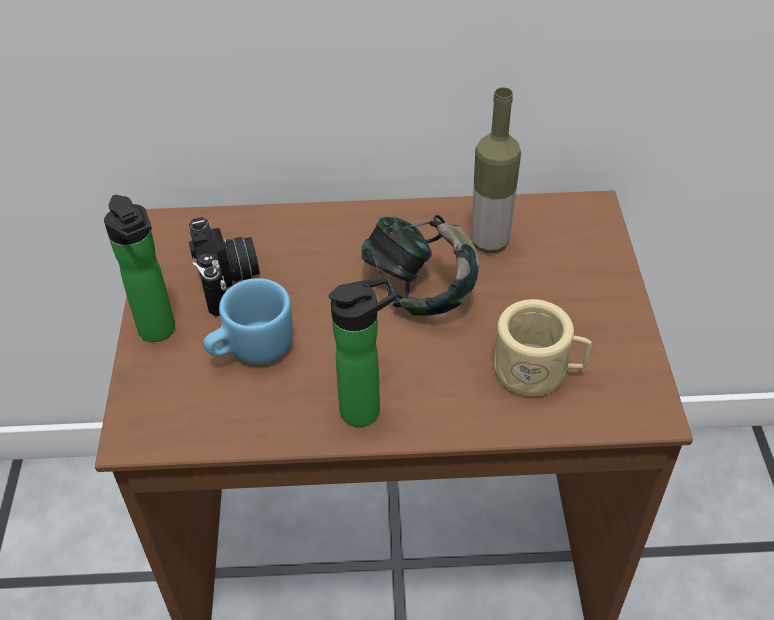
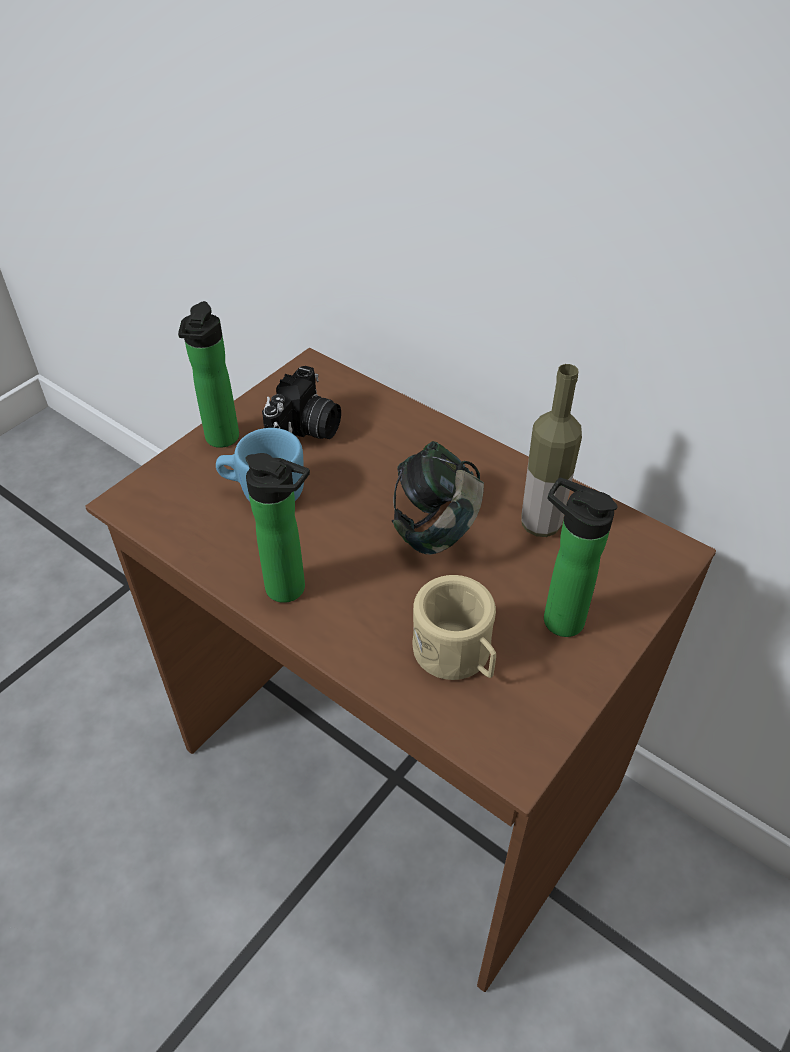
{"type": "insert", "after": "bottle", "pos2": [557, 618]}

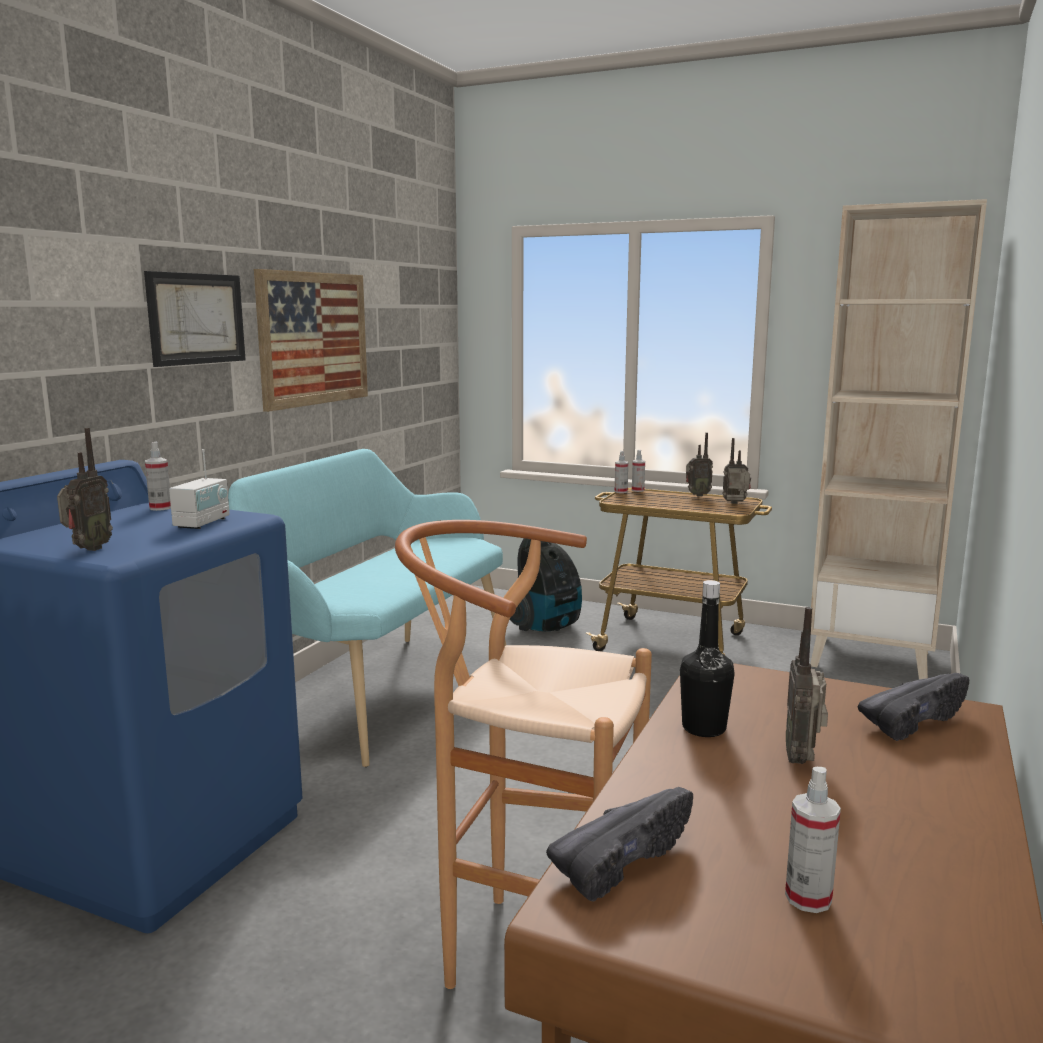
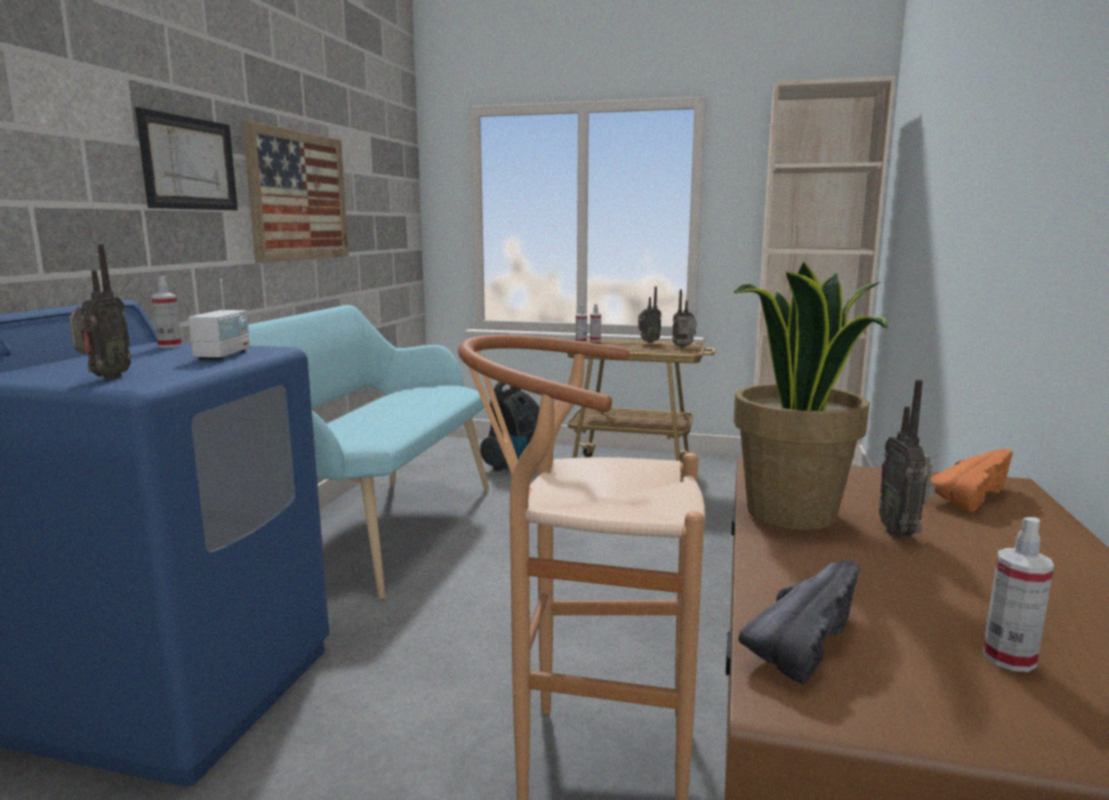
{"type": "replace", "before": "black bottle", "after": "potted plant", "pos1": [704, 728], "pos2": [792, 514]}
{"type": "recolor", "before": "black shoe", "after": "orange shoe", "pos1": [910, 720], "pos2": [967, 495]}

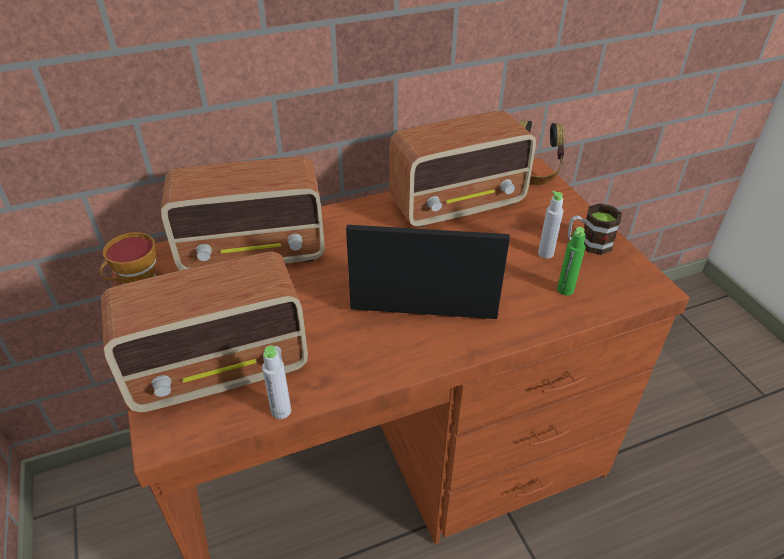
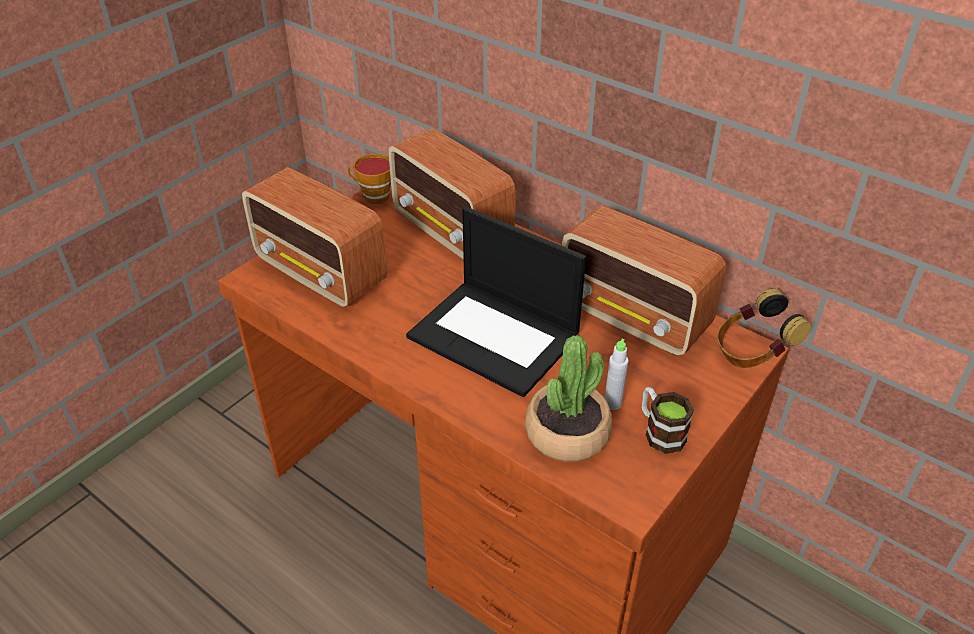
{"type": "rotate", "before": "laptop", "pos1": [423, 283], "pos2": [496, 337], "turn": 150}
{"type": "replace", "before": "green bottle", "after": "potted plant", "pos1": [565, 290], "pos2": [567, 433]}
{"type": "delete", "before": "grey bottle", "pos1": [281, 411]}

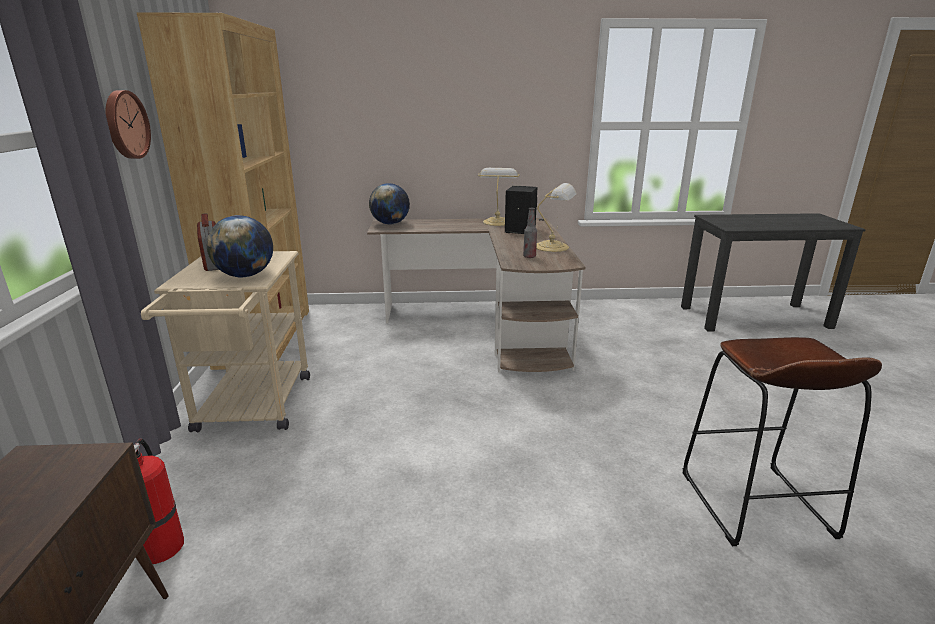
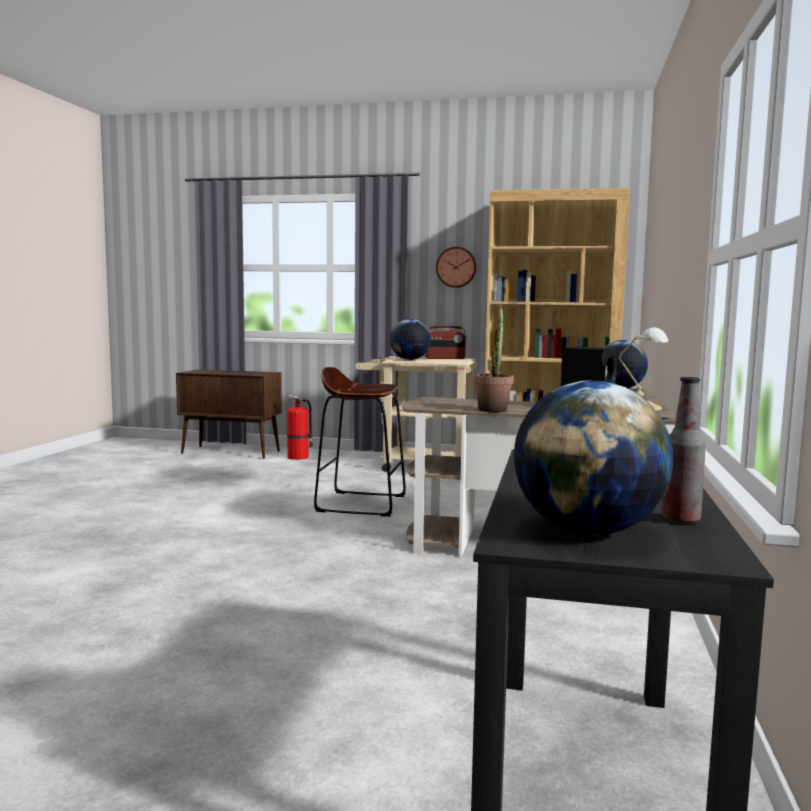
{"type": "replace", "before": "table lamp", "after": "potted plant", "pos1": [553, 247], "pos2": [493, 409]}
{"type": "move", "before": "bottle", "pos1": [529, 256], "pos2": [680, 520]}
{"type": "move", "before": "brown stool", "pos1": [754, 504], "pos2": [361, 503]}
{"type": "insert", "after": "globe", "pos2": [588, 531]}

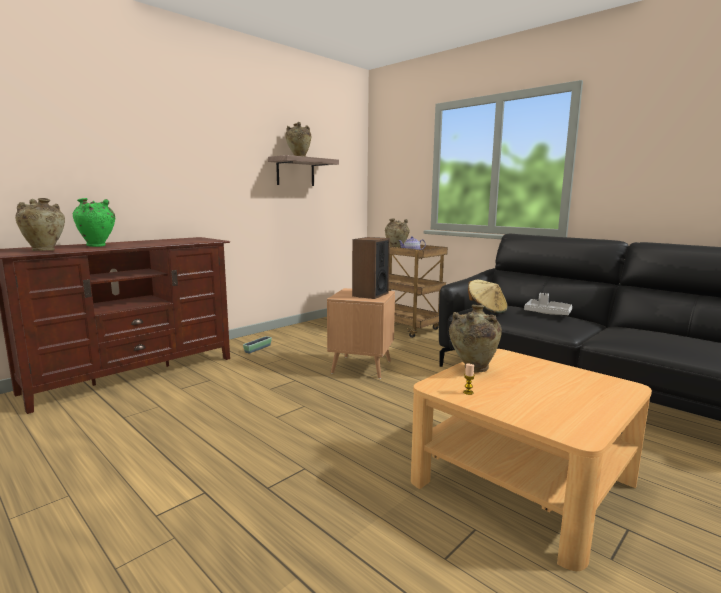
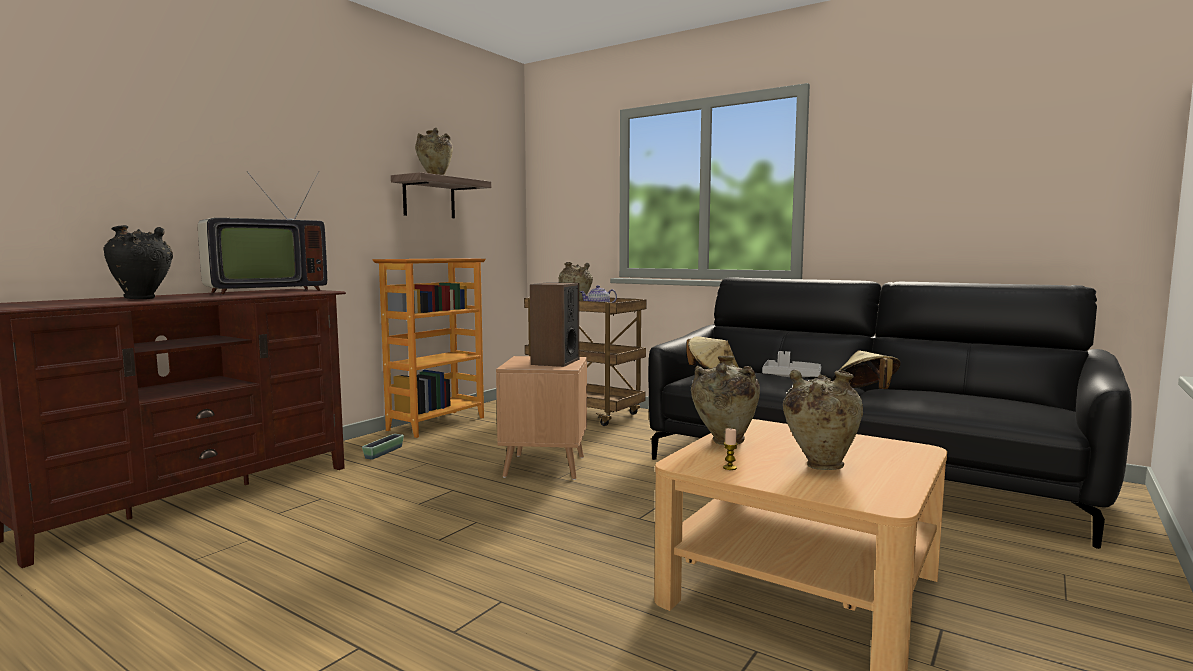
{"type": "move", "before": "beige vase", "pos1": [45, 251], "pos2": [820, 465]}
{"type": "recolor", "before": "green vase", "after": "black vase", "pos1": [97, 246], "pos2": [142, 298]}
{"type": "insert", "after": "television", "pos2": [263, 291]}
{"type": "insert", "after": "bookcase", "pos2": [436, 423]}
{"type": "insert", "after": "beige hat", "pos2": [865, 393]}

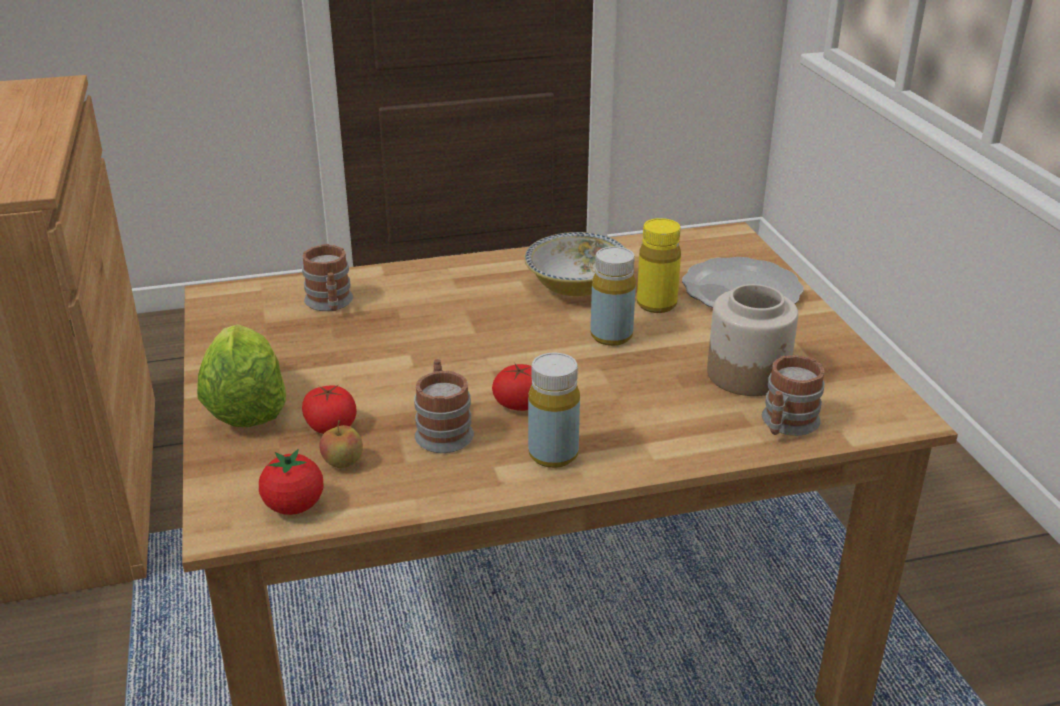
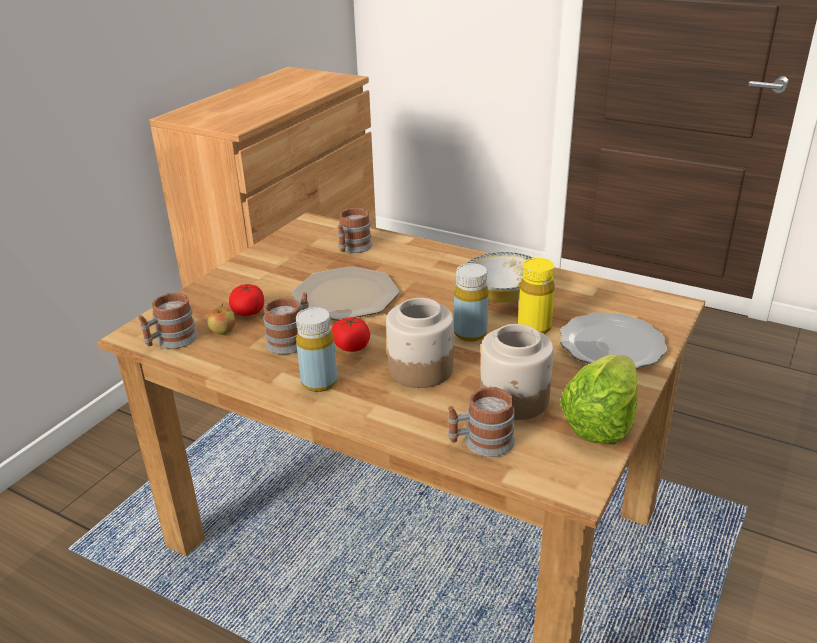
{"type": "move", "before": "lettuce", "pos1": [246, 406], "pos2": [601, 422]}
{"type": "replace", "before": "tomato", "after": "mug", "pos1": [294, 506], "pos2": [171, 341]}
{"type": "insert", "after": "plate", "pos2": [345, 295]}
{"type": "insert", "after": "jar", "pos2": [420, 369]}

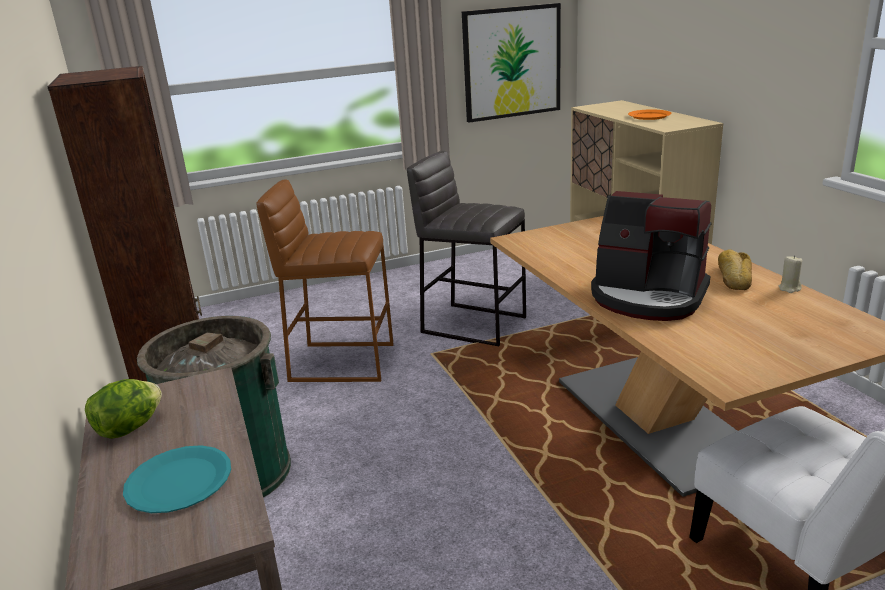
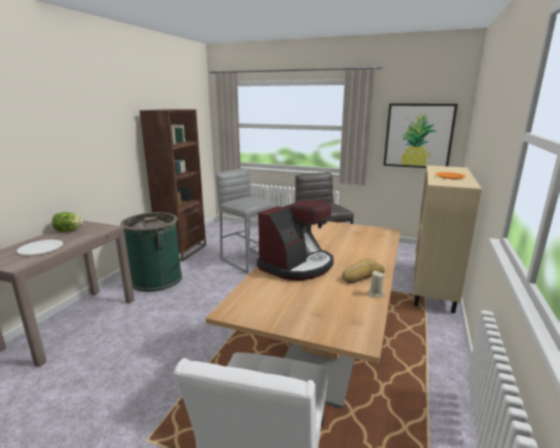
{"type": "recolor", "before": "brown stool", "after": "grey stool", "pos1": [341, 361], "pos2": [248, 260]}
{"type": "rotate", "before": "coffee machine", "pos1": [648, 297], "pos2": [297, 265], "turn": -120}
{"type": "recolor", "before": "turquoise plate", "after": "white plate", "pos1": [179, 481], "pos2": [40, 248]}

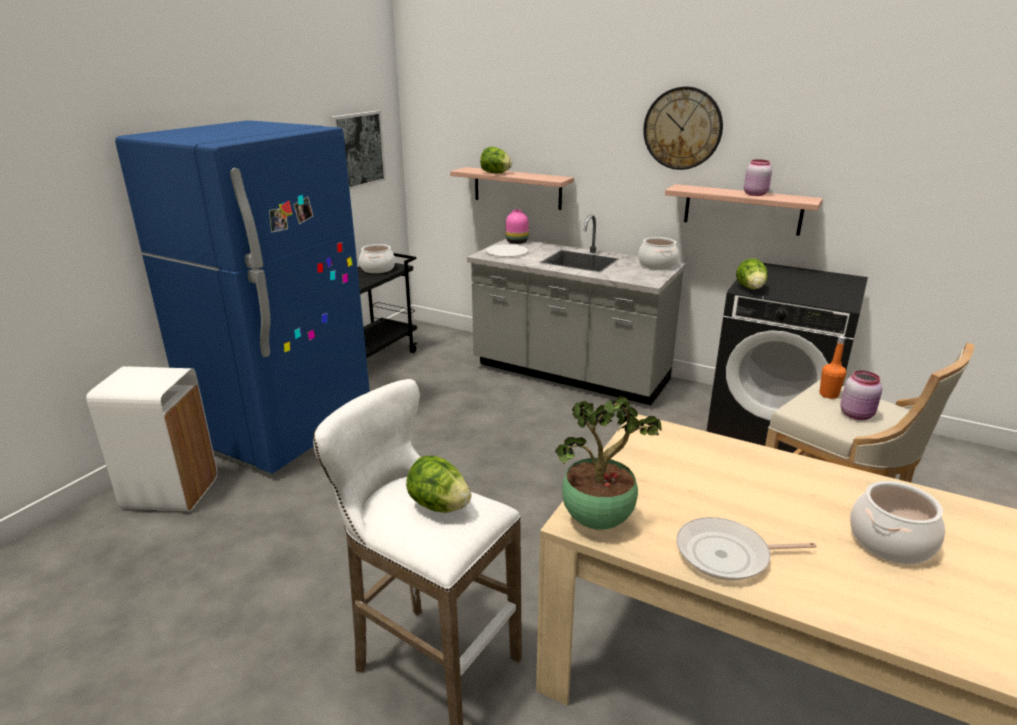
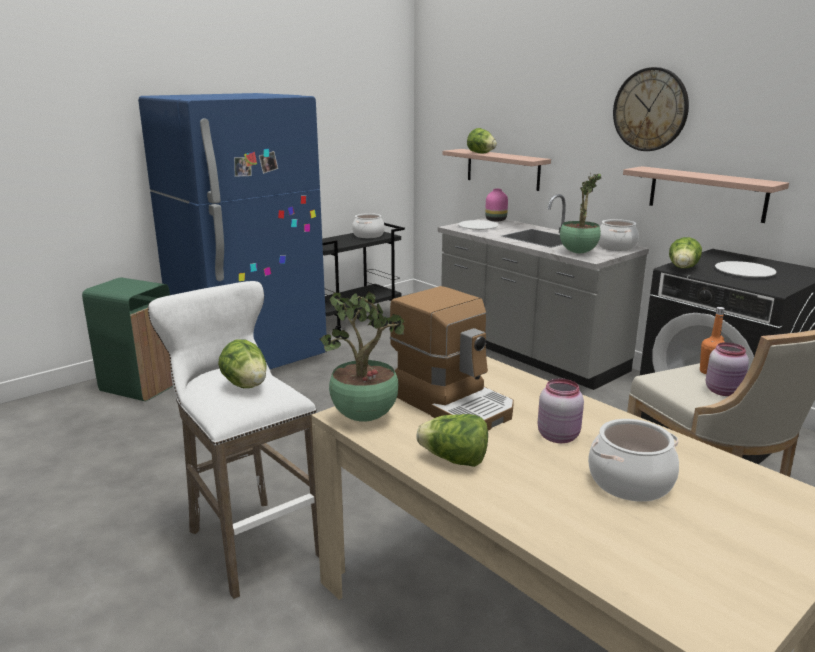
{"type": "delete", "before": "picture", "pos1": [357, 150]}
{"type": "move", "before": "pink jar", "pos1": [755, 194], "pos2": [558, 436]}
{"type": "recolor", "before": "white trash can", "after": "green trash can", "pos1": [171, 492], "pos2": [140, 387]}
{"type": "replace", "before": "frying pan", "after": "lettuce", "pos1": [728, 555], "pos2": [454, 460]}
{"type": "insert", "after": "potted plant", "pos2": [578, 252]}
{"type": "insert", "after": "white plate", "pos2": [744, 271]}
{"type": "insert", "after": "coffee machine", "pos2": [453, 403]}

